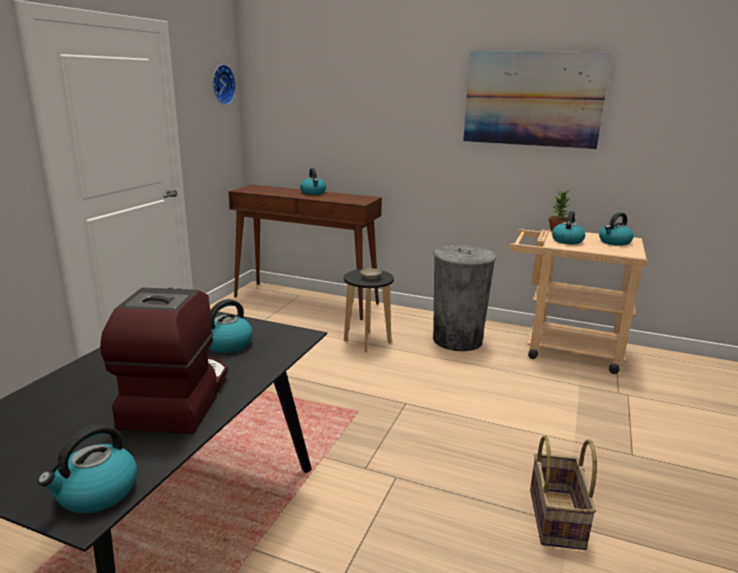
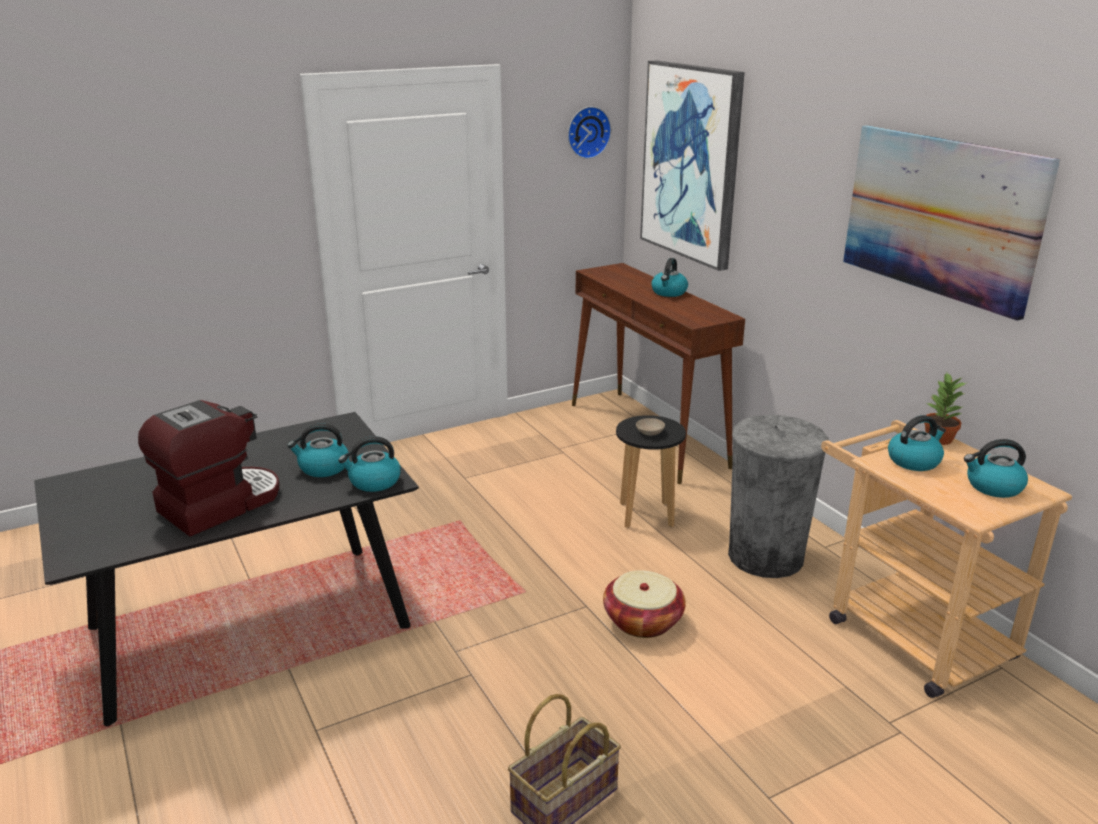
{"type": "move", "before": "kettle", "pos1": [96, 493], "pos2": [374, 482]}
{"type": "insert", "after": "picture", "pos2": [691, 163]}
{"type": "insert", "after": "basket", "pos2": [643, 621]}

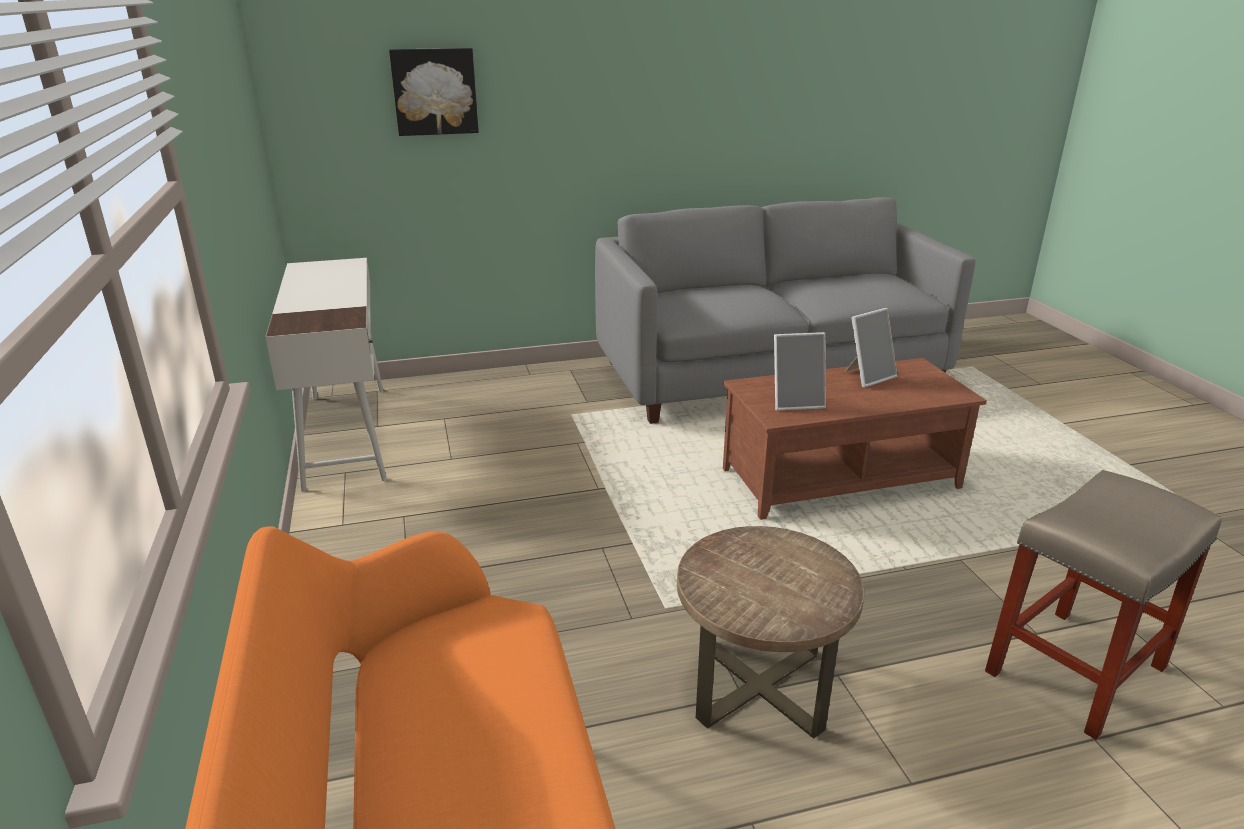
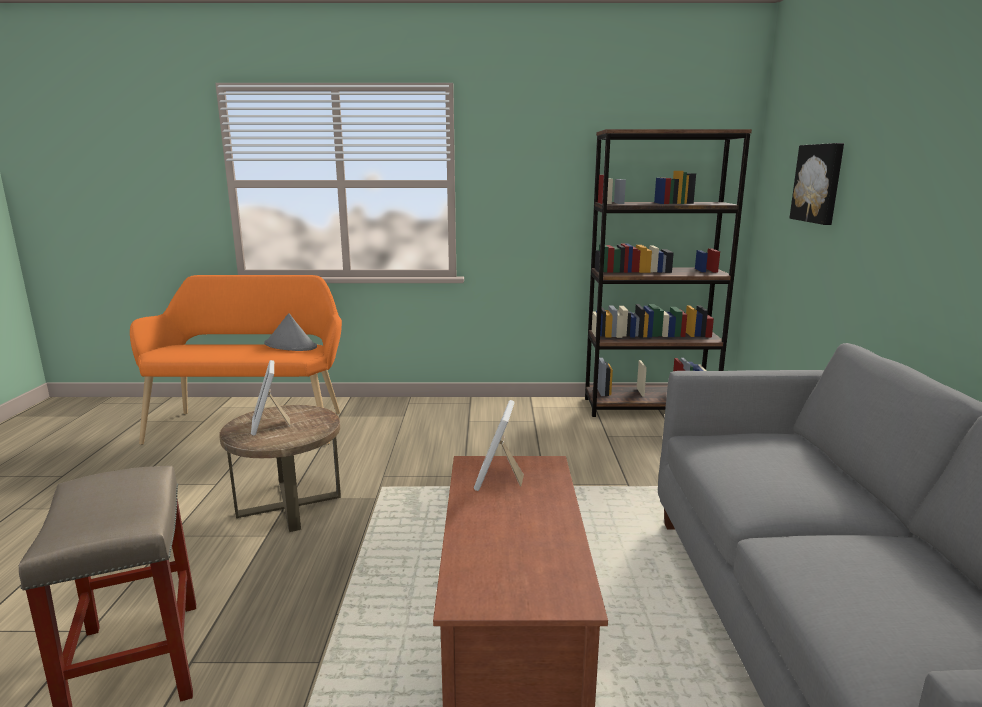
{"type": "replace", "before": "white desk", "after": "brown bookcase", "pos1": [346, 434], "pos2": [649, 407]}
{"type": "move", "before": "picture frame", "pos1": [868, 376], "pos2": [269, 425]}
{"type": "insert", "after": "grey hat", "pos2": [291, 346]}

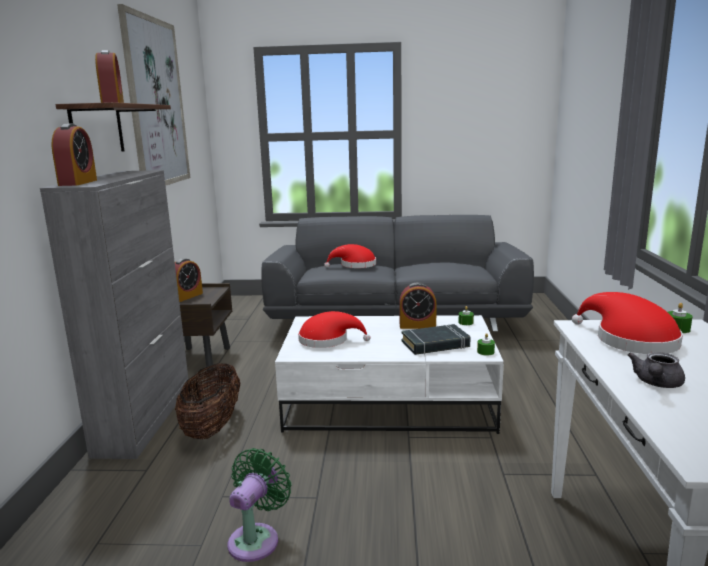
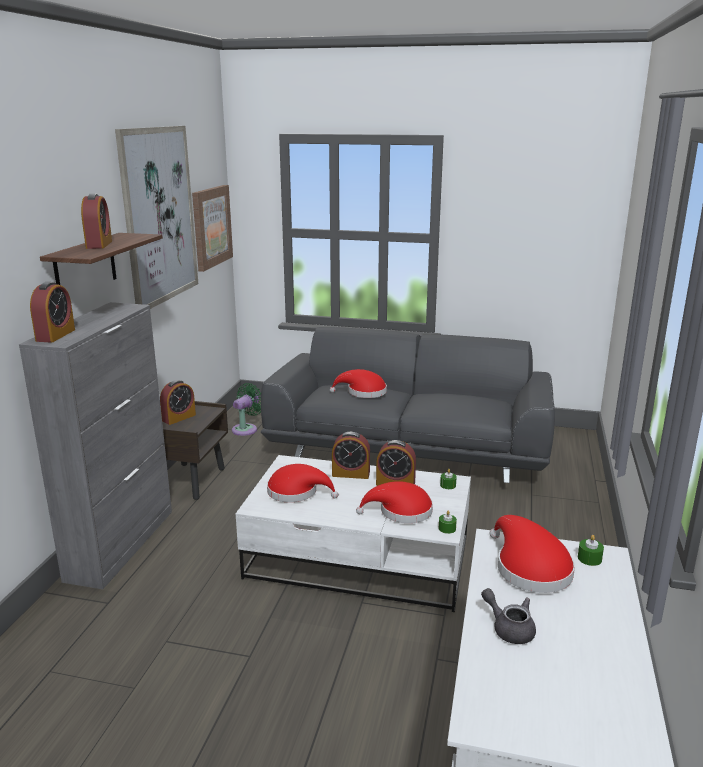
{"type": "replace", "before": "black book", "after": "red hat", "pos1": [435, 344], "pos2": [401, 511]}
{"type": "rotate", "before": "grey teapot", "pos1": [656, 383], "pos2": [509, 628], "turn": 90}
{"type": "delete", "before": "basket", "pos1": [212, 426]}
{"type": "move", "before": "green fan", "pos1": [256, 538], "pos2": [246, 429]}
{"type": "insert", "after": "picture", "pos2": [211, 226]}
{"type": "insert", "after": "alarm clock", "pos2": [351, 474]}

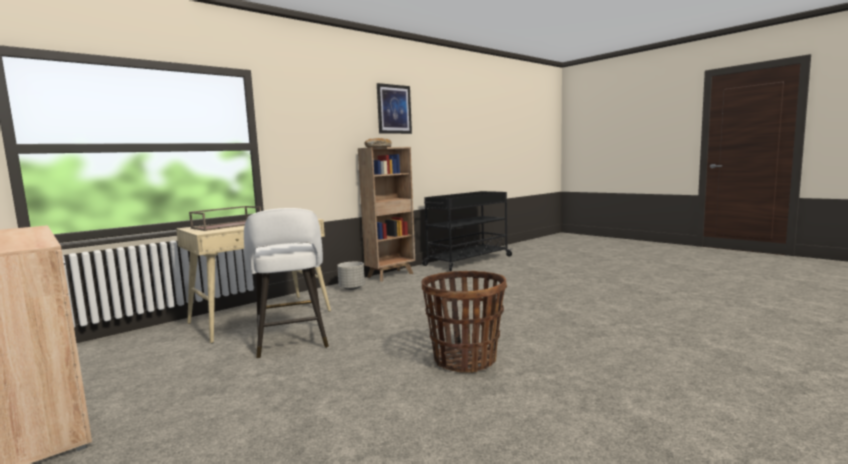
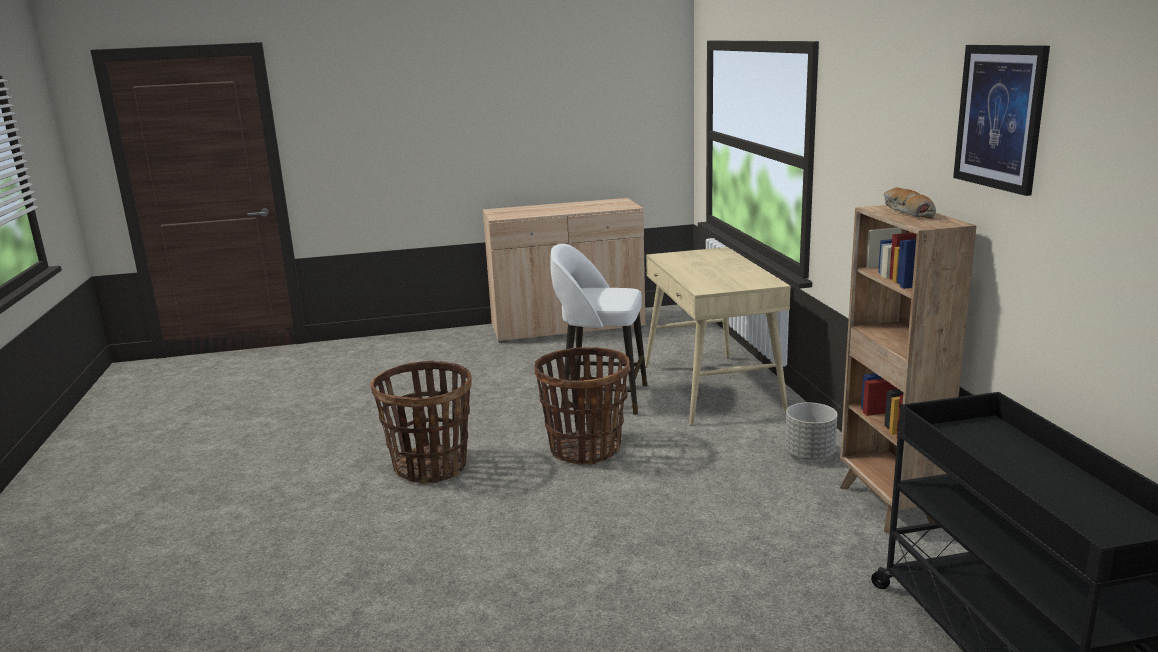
{"type": "delete", "before": "brown tray", "pos1": [227, 225]}
{"type": "insert", "after": "basket", "pos2": [585, 449]}

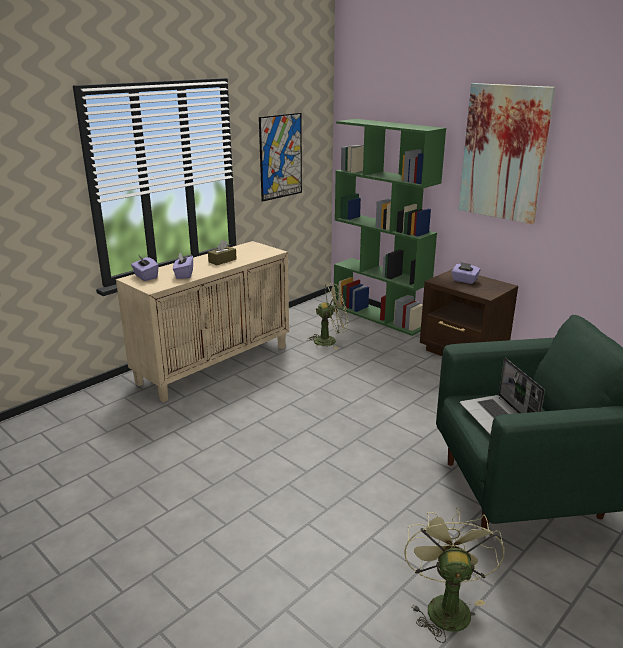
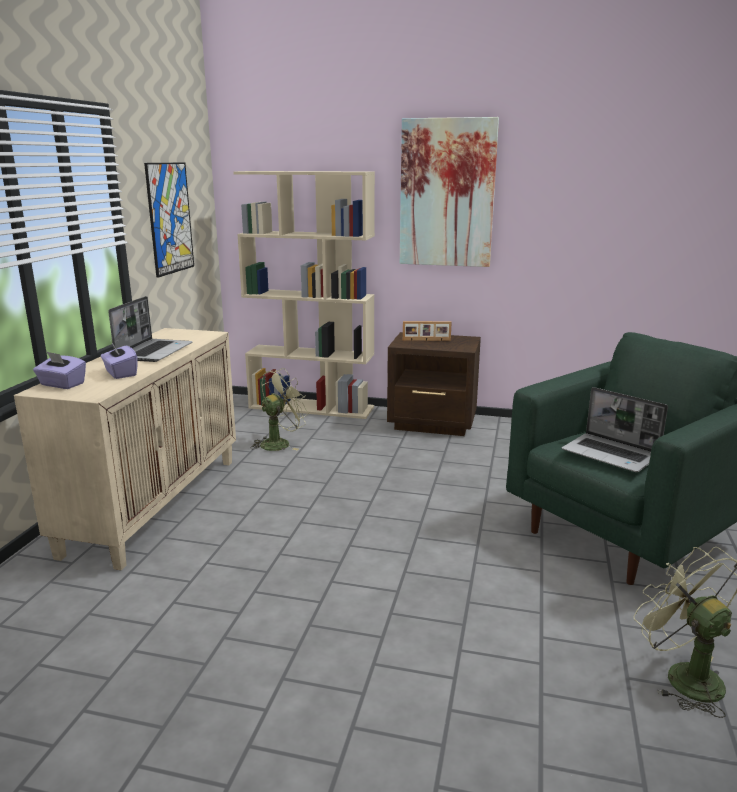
{"type": "recolor", "before": "green bookcase", "after": "beige bookcase", "pos1": [380, 316], "pos2": [312, 407]}
{"type": "replace", "before": "brown tissue box", "after": "laptop", "pos1": [222, 260], "pos2": [154, 351]}
{"type": "replace", "before": "purple tissue box", "after": "picture frame", "pos1": [464, 280], "pos2": [426, 340]}

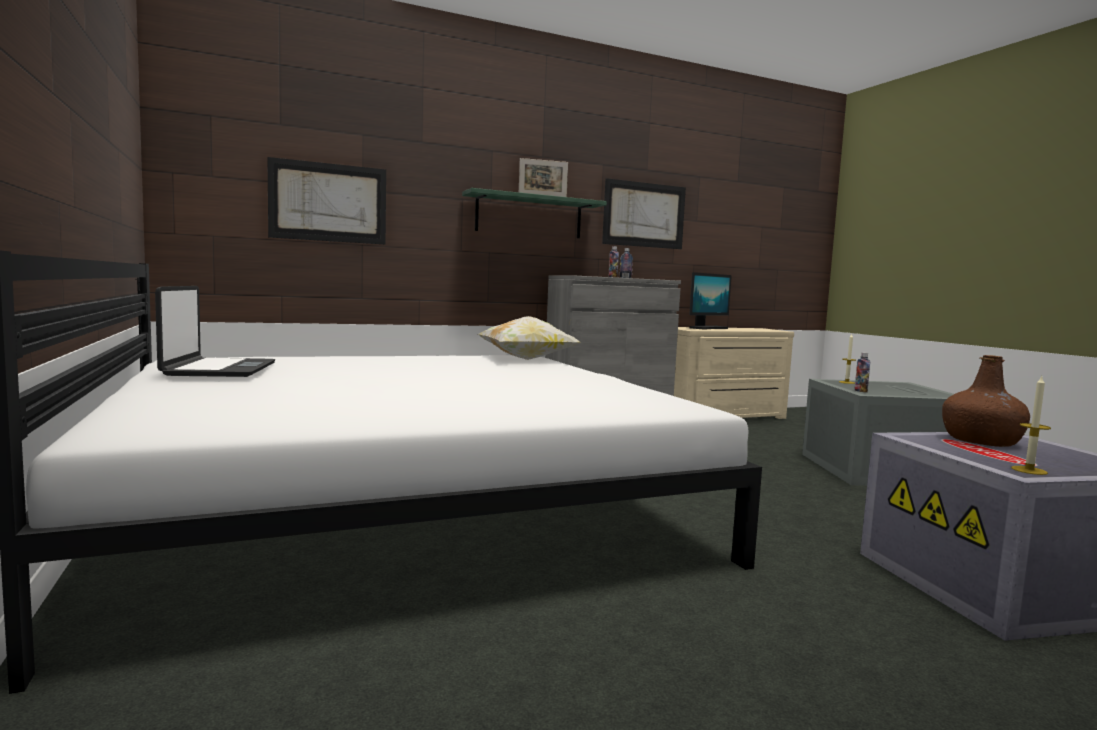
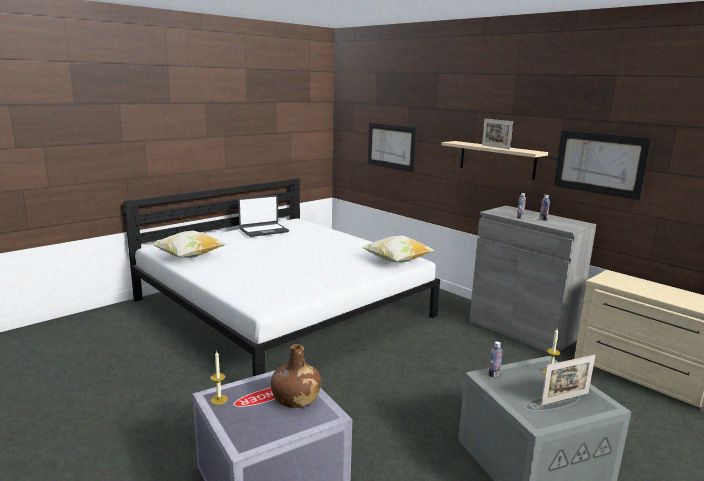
{"type": "recolor", "before": "green shelf", "after": "beige shelf", "pos1": [529, 216], "pos2": [497, 159]}
{"type": "delete", "before": "monitor", "pos1": [707, 328]}
{"type": "insert", "after": "pillow", "pos2": [189, 257]}
{"type": "insert", "after": "picture frame", "pos2": [565, 399]}

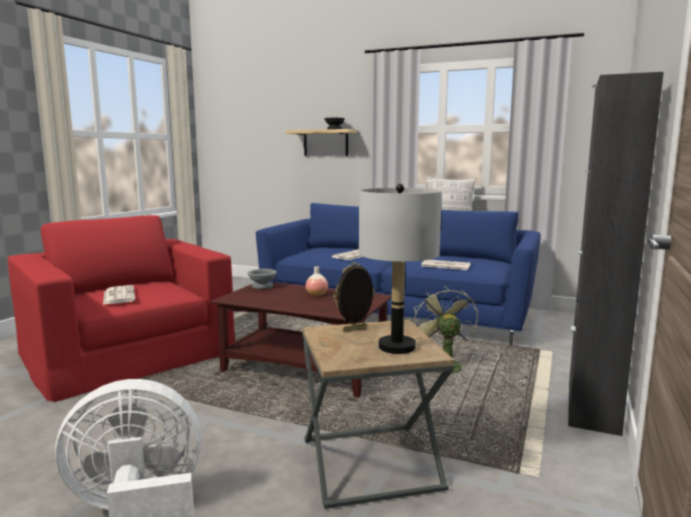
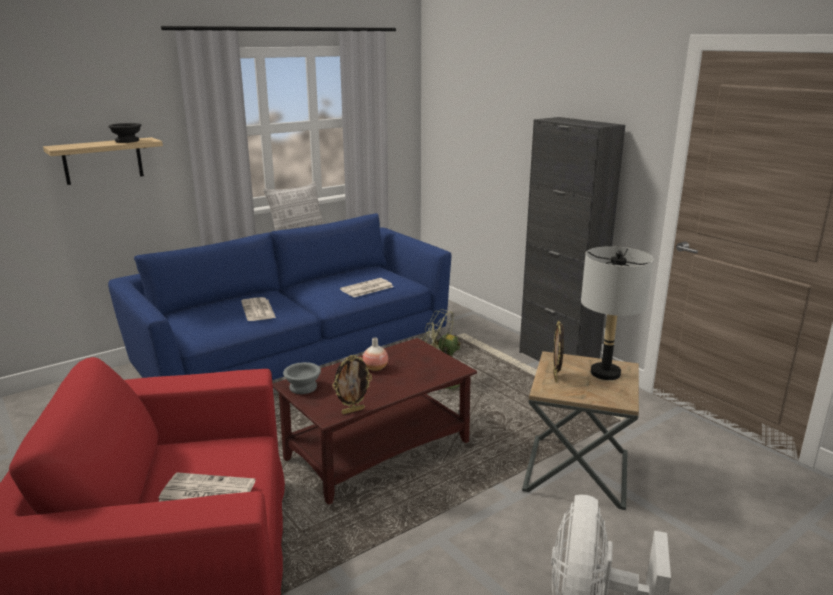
{"type": "insert", "after": "picture frame", "pos2": [353, 411]}

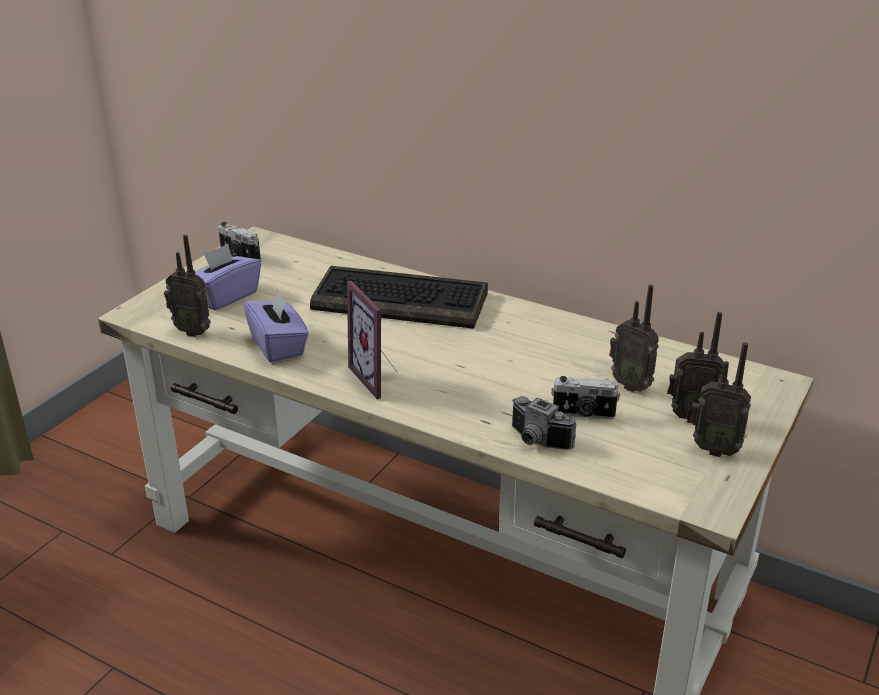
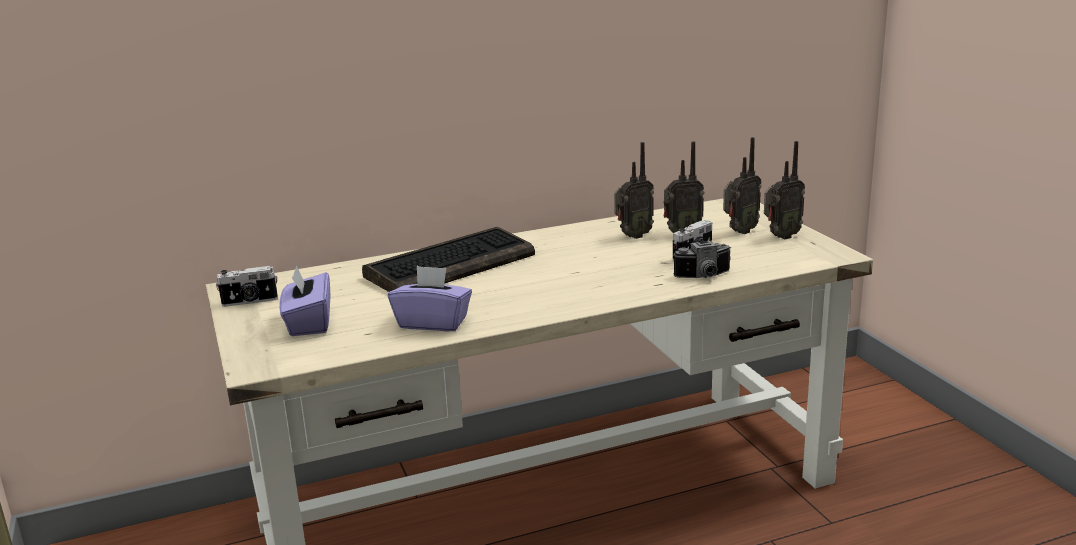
{"type": "move", "before": "radio", "pos1": [193, 331], "pos2": [632, 236]}
{"type": "delete", "before": "picture frame", "pos1": [379, 377]}

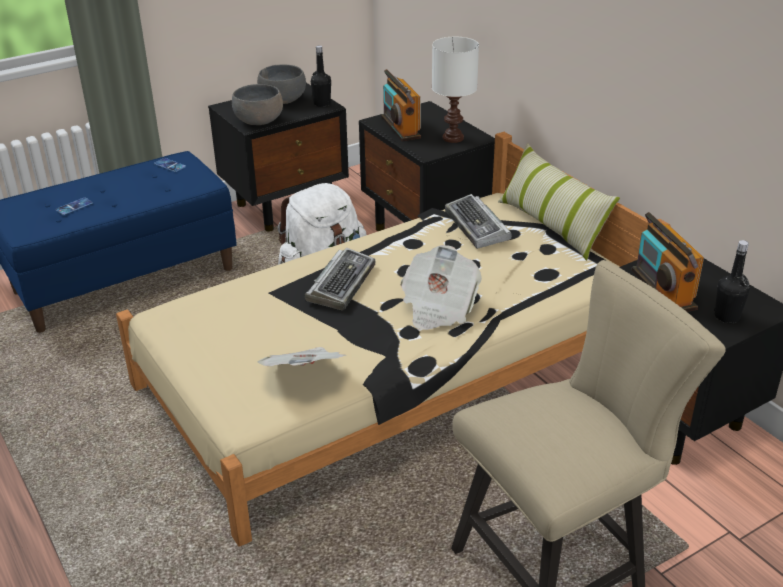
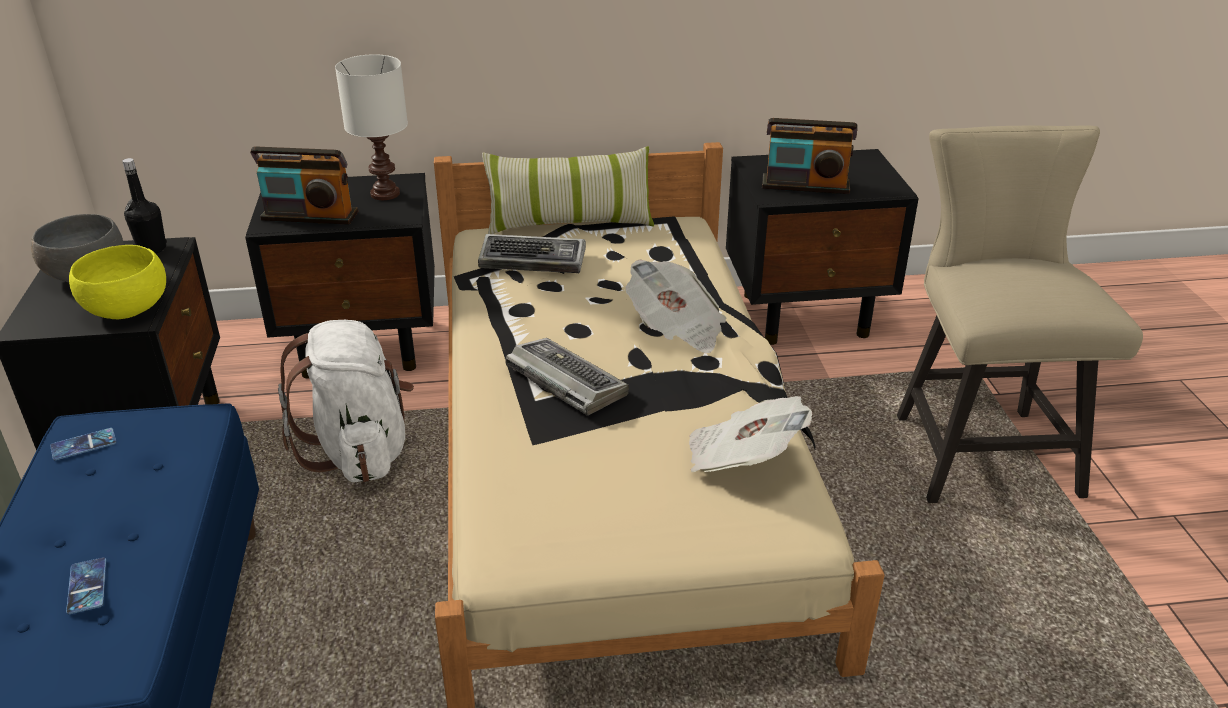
{"type": "recolor", "before": "grey bowl", "after": "yellow bowl", "pos1": [259, 121], "pos2": [127, 308]}
{"type": "delete", "before": "black bottle", "pos1": [727, 317]}

